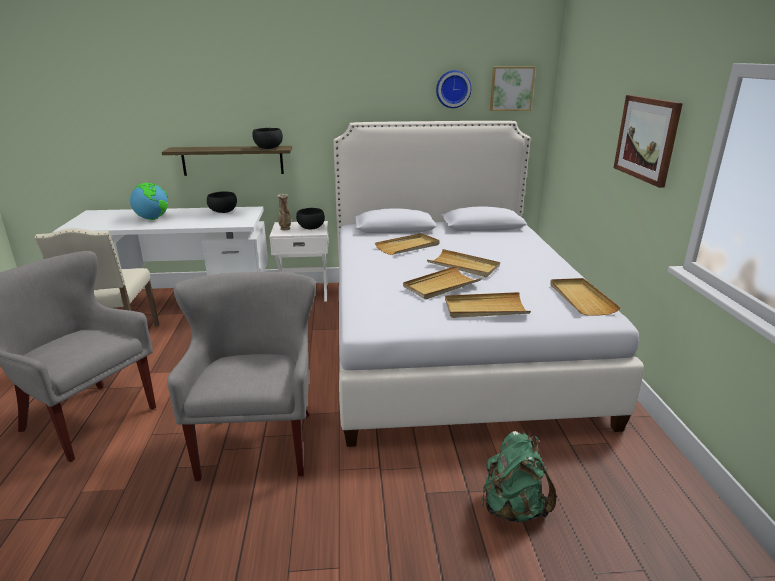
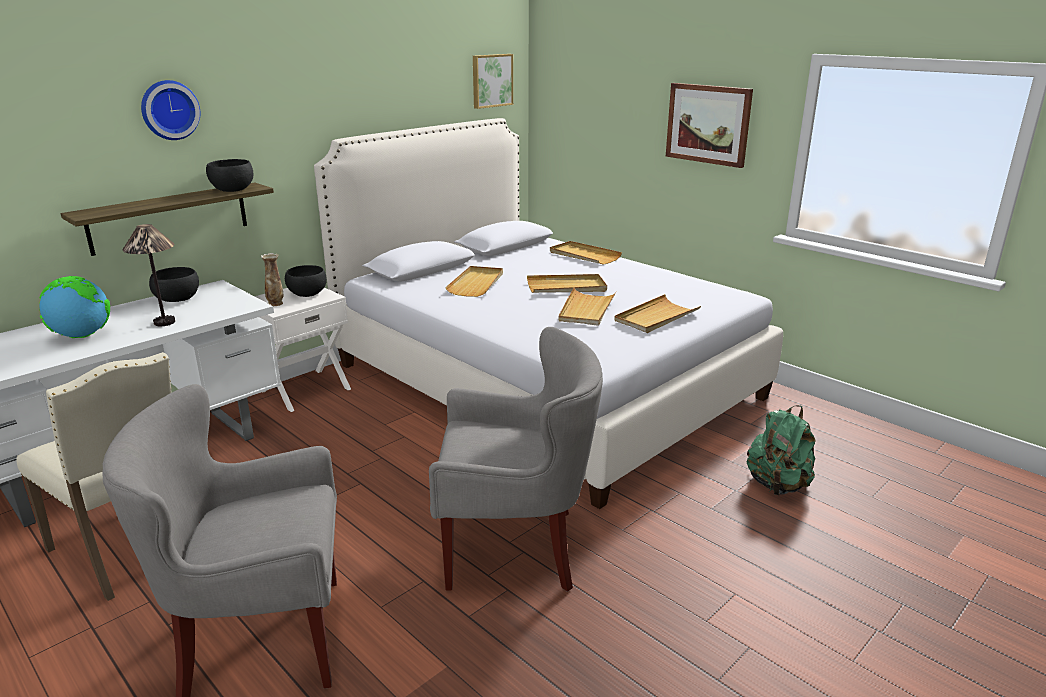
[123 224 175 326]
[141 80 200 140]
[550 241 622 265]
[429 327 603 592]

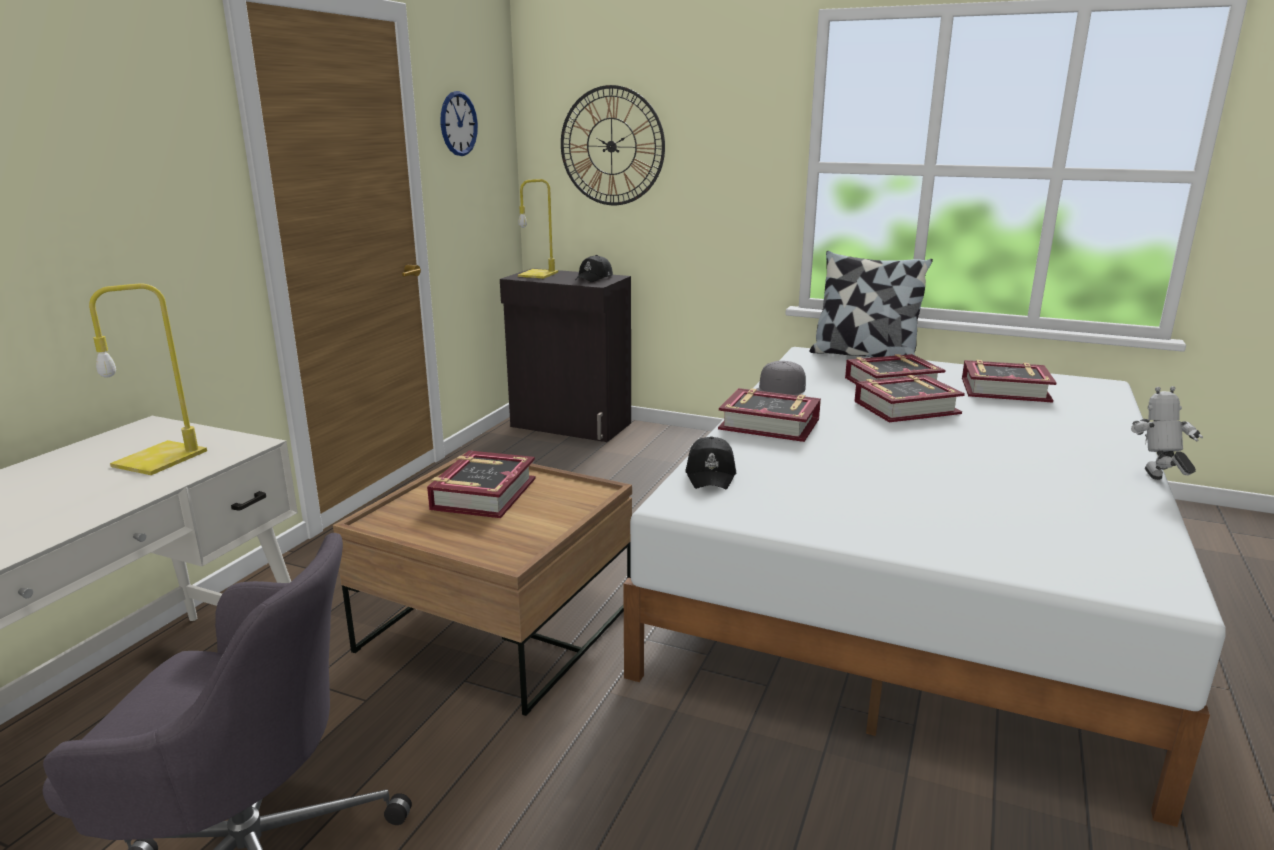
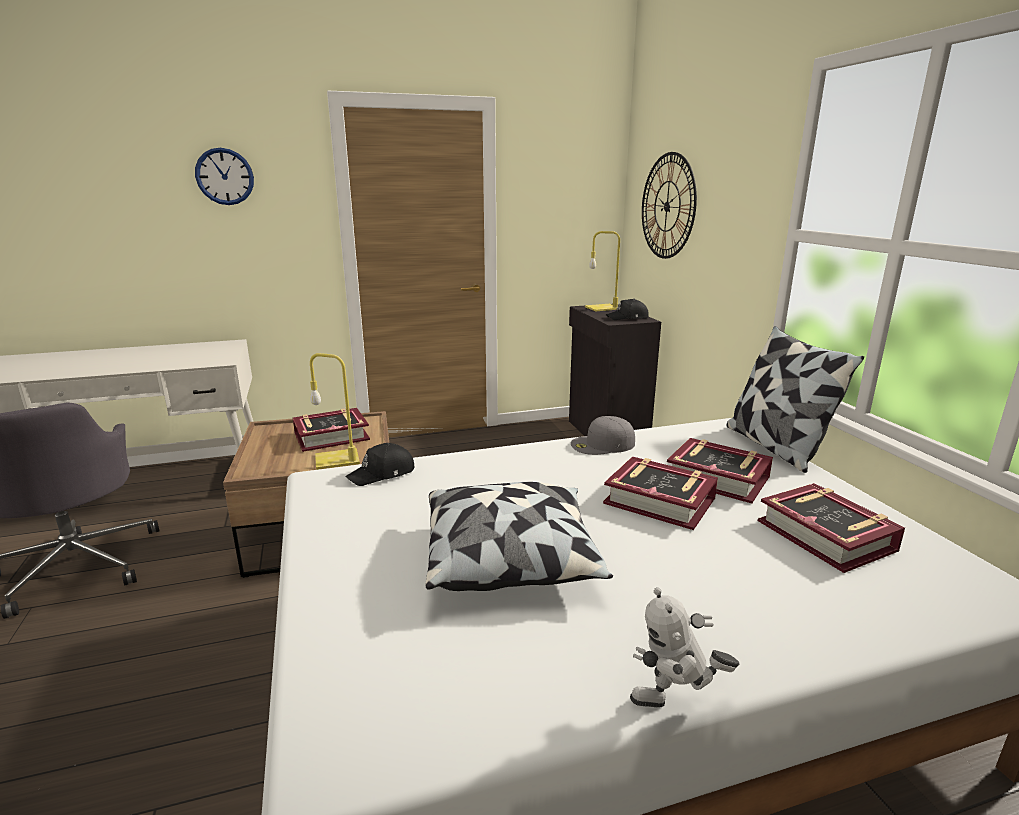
[718 388 821 442] (first image)
[425 482 613 591]
[310 353 360 470]
[195 148 254 205]
[630 588 739 708]

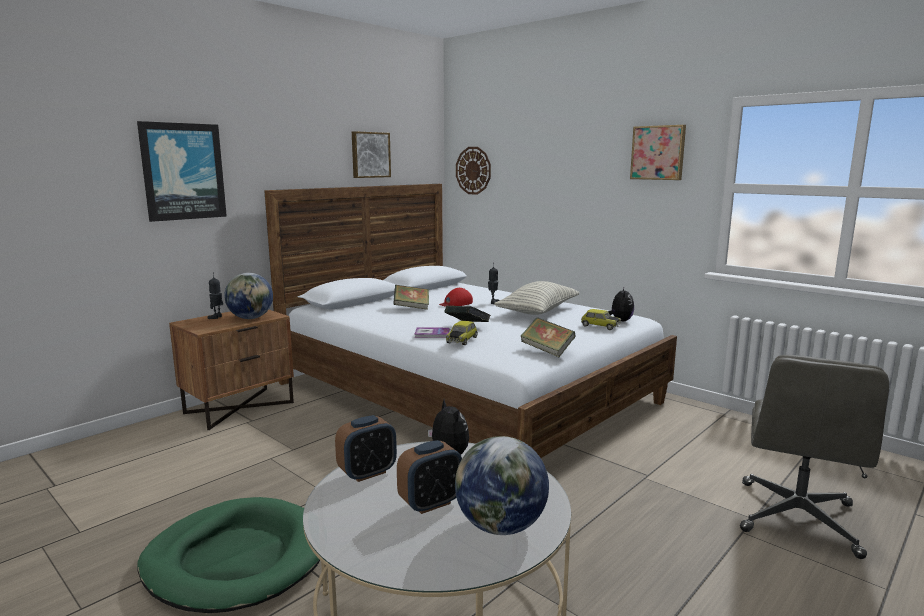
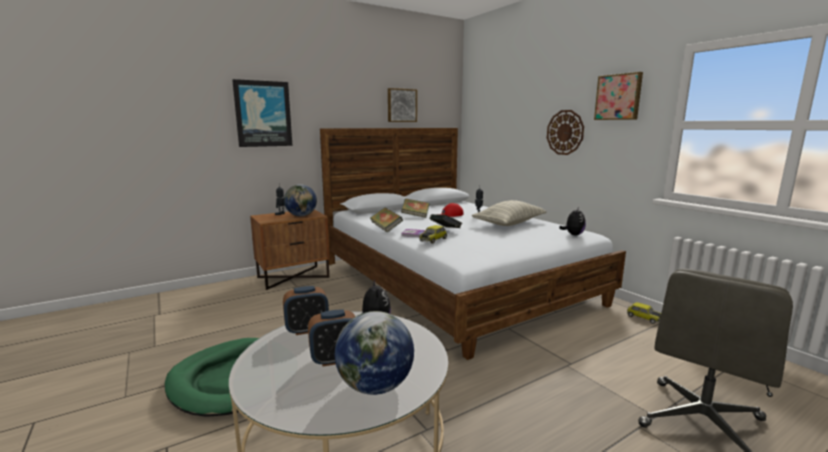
[547 110 584 155]
[370 207 403 233]
[627 302 661 324]

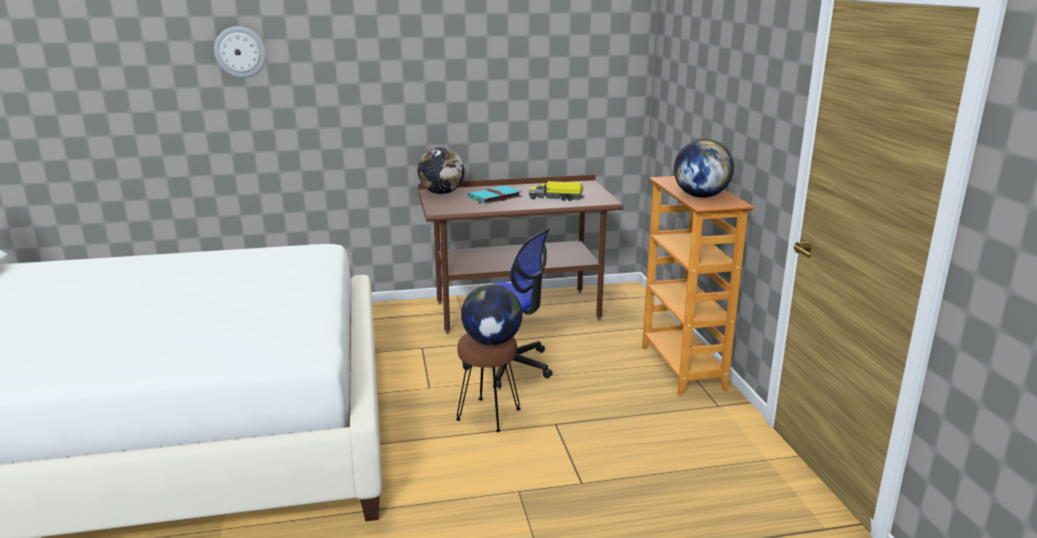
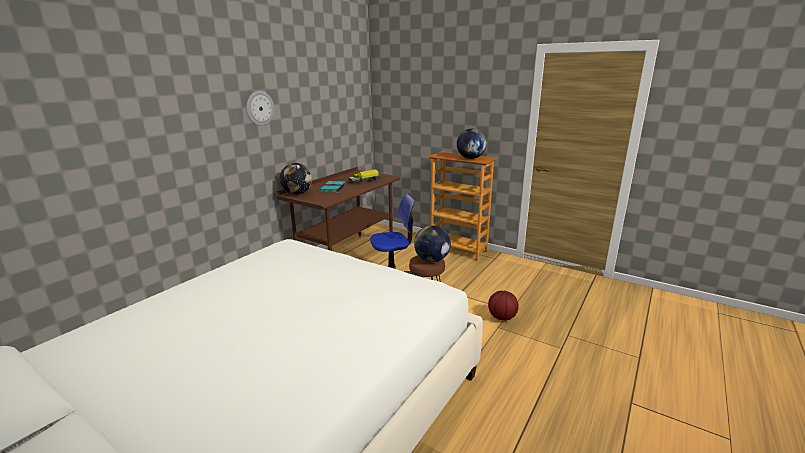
[488 291 519 321]
[246 91 274 126]

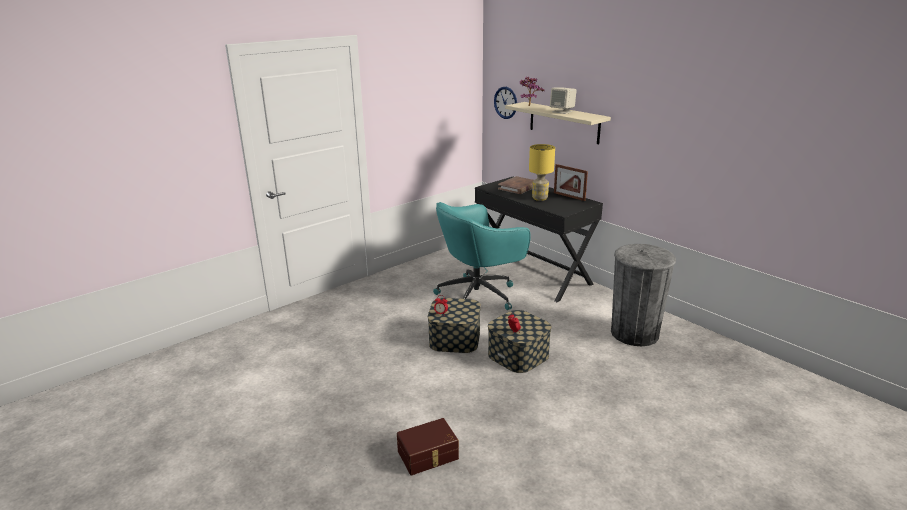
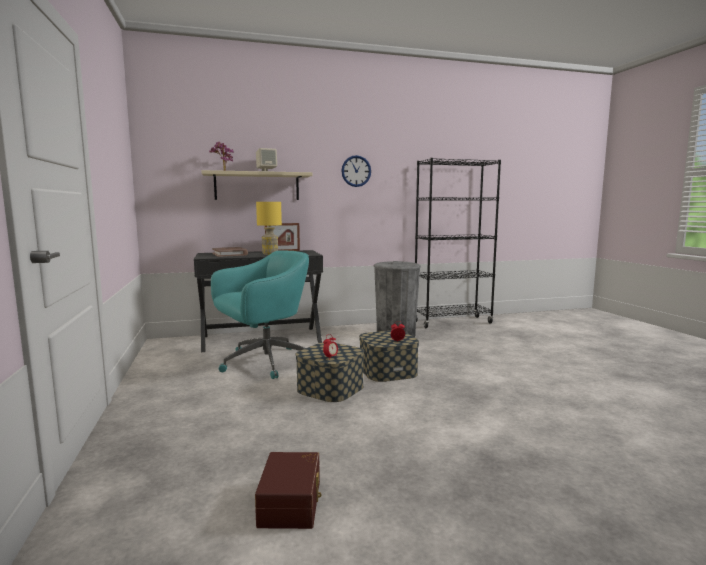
[415 158 501 328]
[255 452 322 529]
[341 155 371 187]
[211 250 309 379]

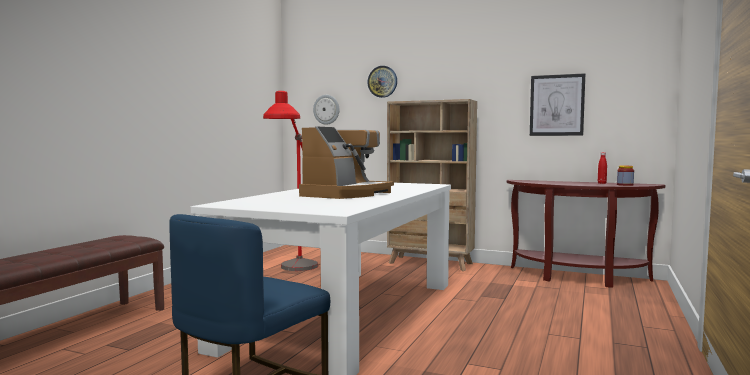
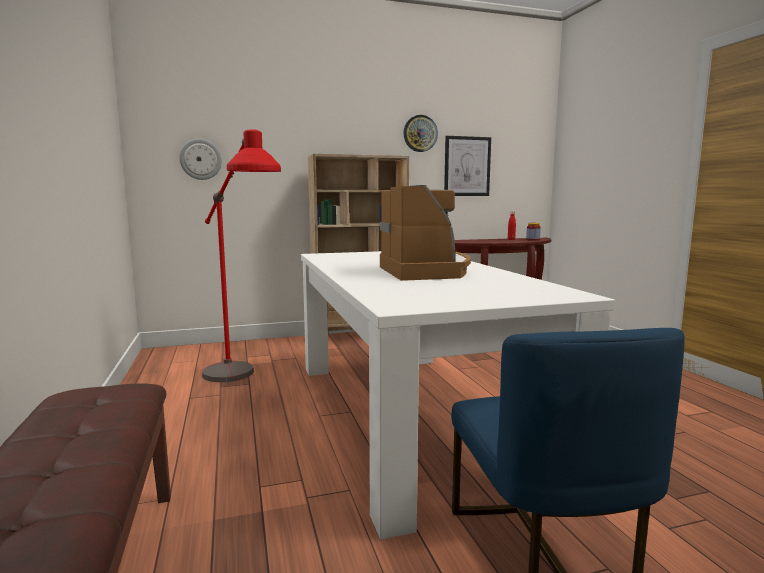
[404 115 438 152]

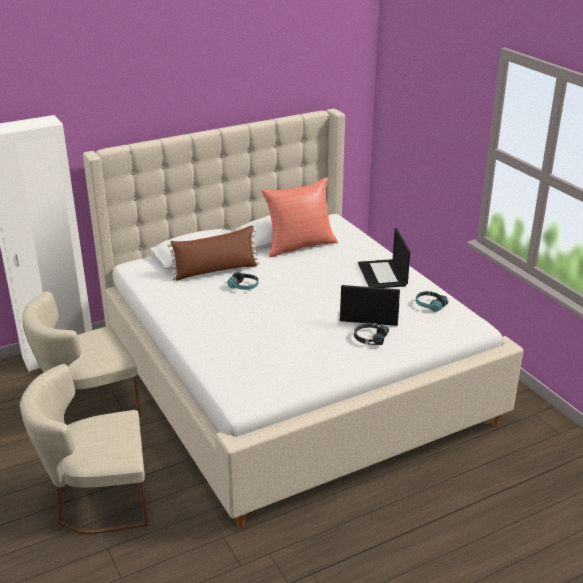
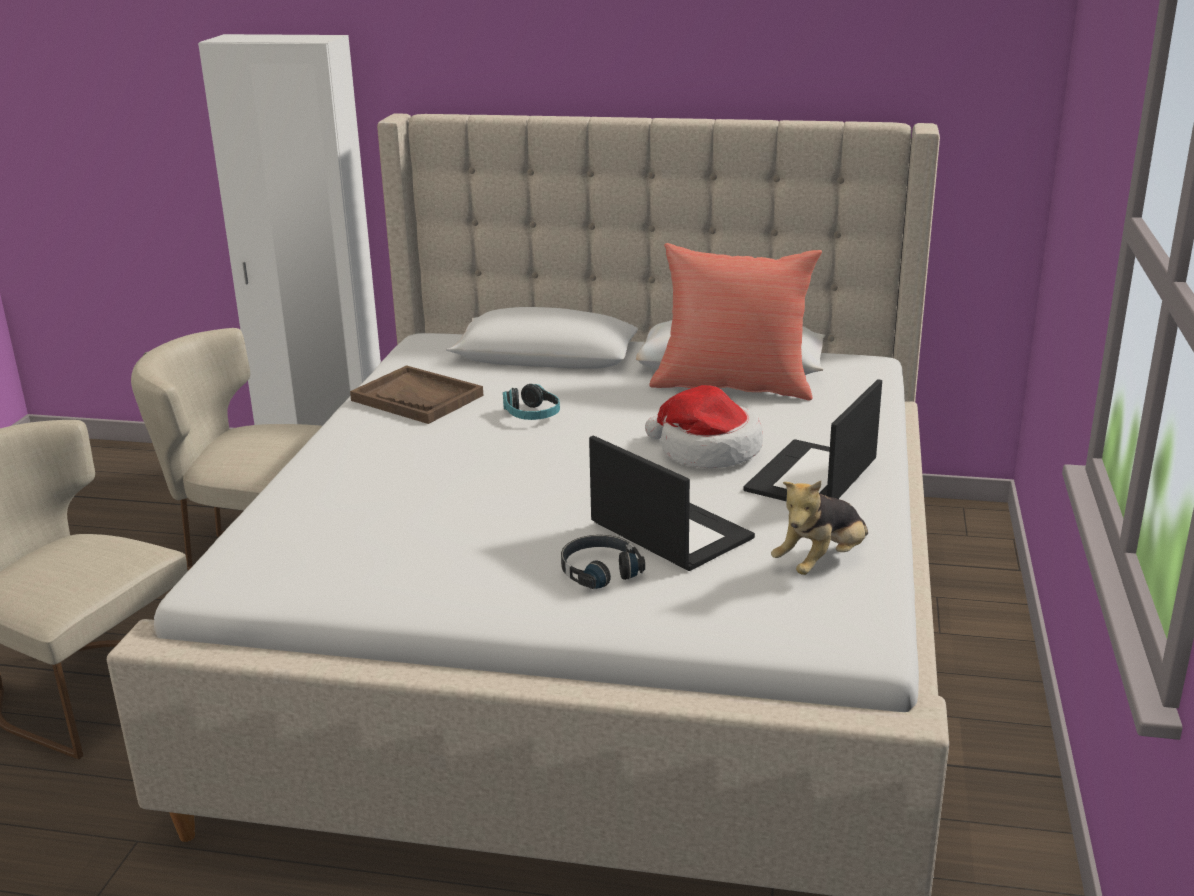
[167 225 260 281] (first image)
[350 365 483 424]
[645 385 763 468]
[771 481 868 575]

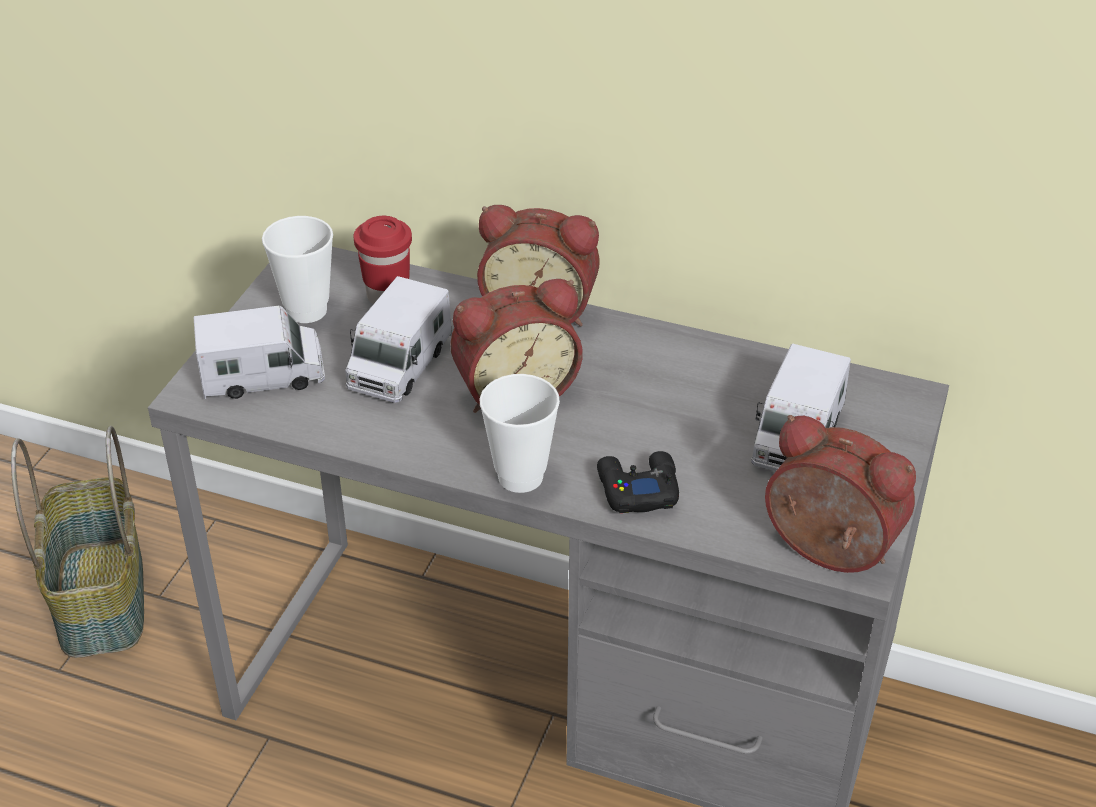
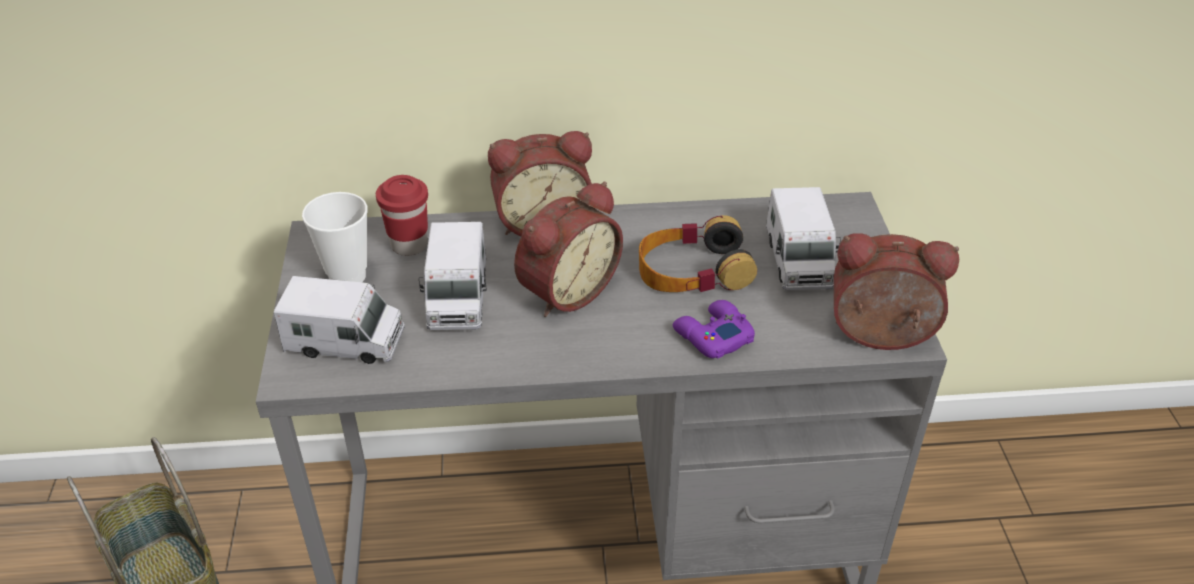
[480 374 560 493] (first image)
[639 215 757 292]
[673 300 755 359]
[274 276 405 364]

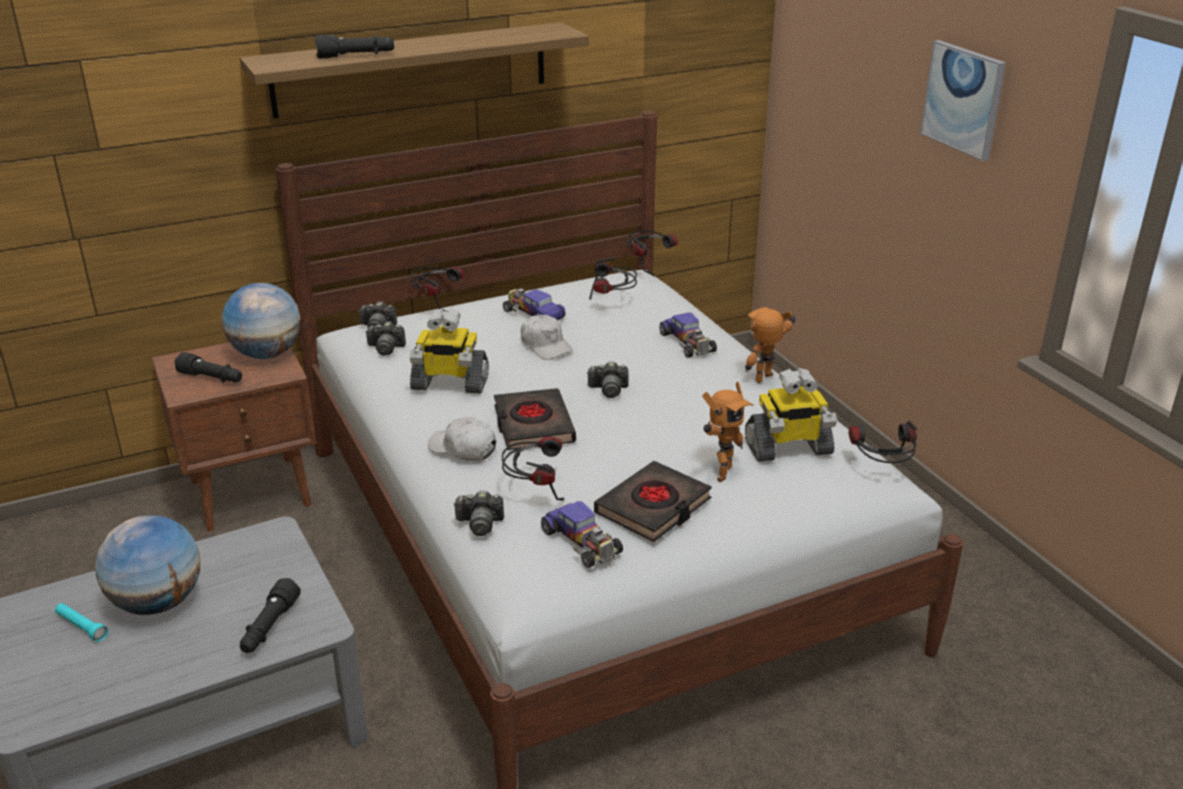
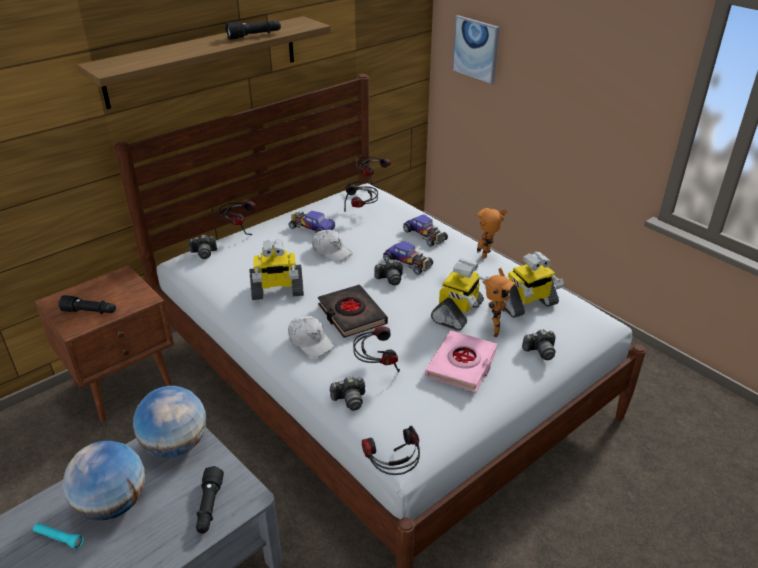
[431 258 489 331]
[133 386 206 458]
[225 20 281 40]
[522 329 556 360]
[383 241 433 275]
[362 426 420 475]
[452 15 500 84]
[425 330 498 392]
[288 316 335 358]

